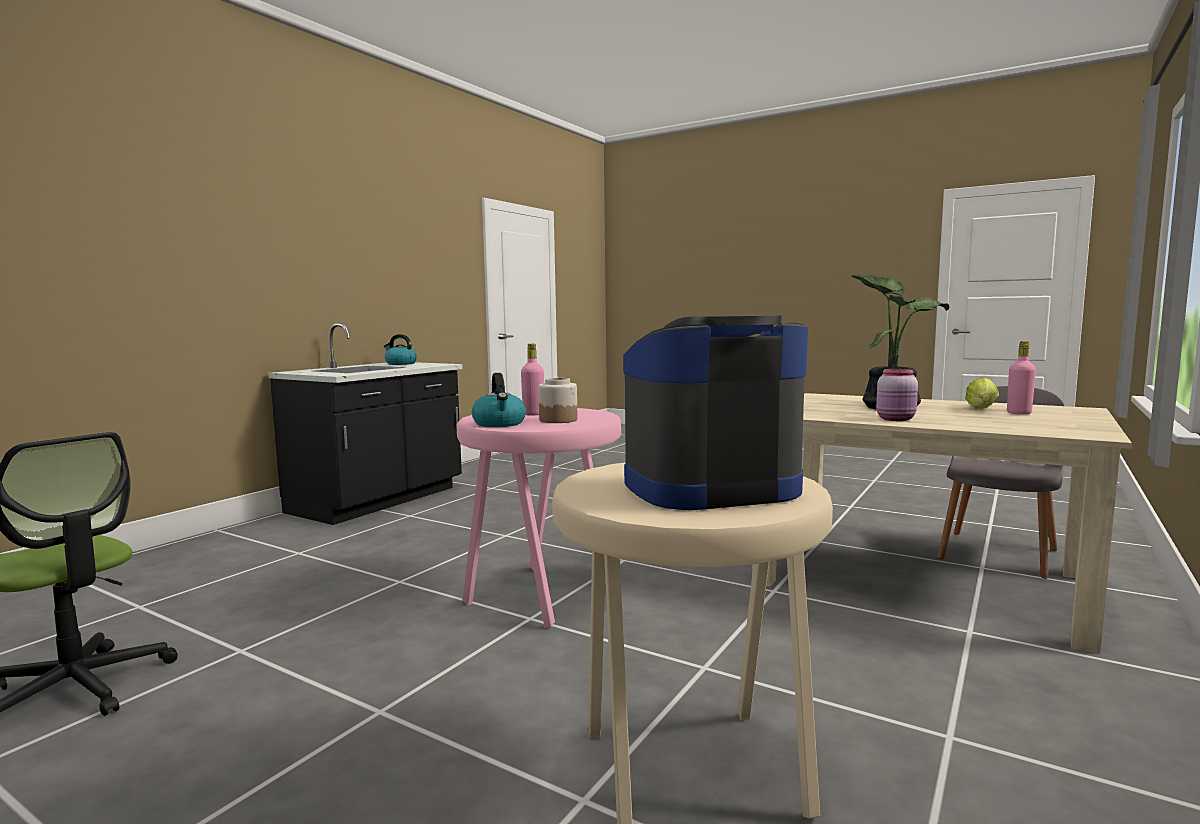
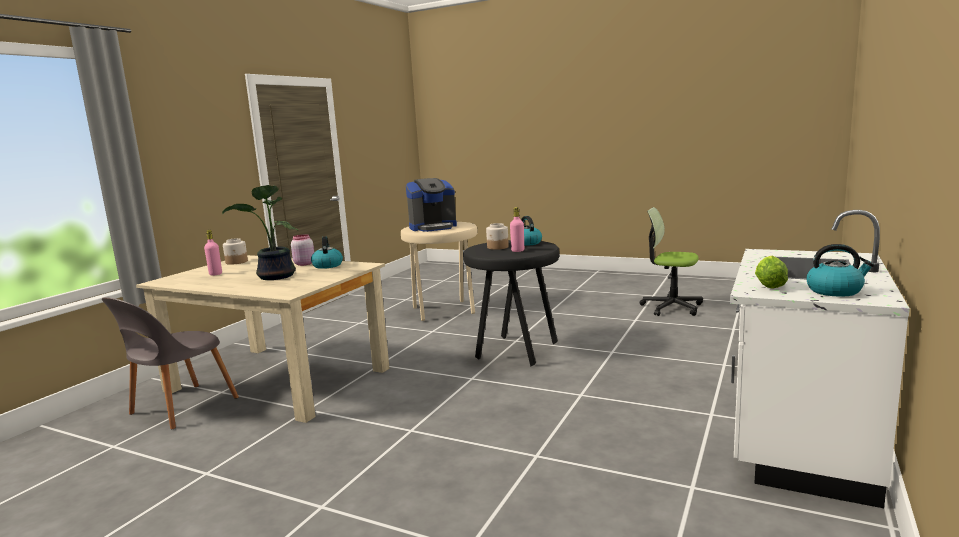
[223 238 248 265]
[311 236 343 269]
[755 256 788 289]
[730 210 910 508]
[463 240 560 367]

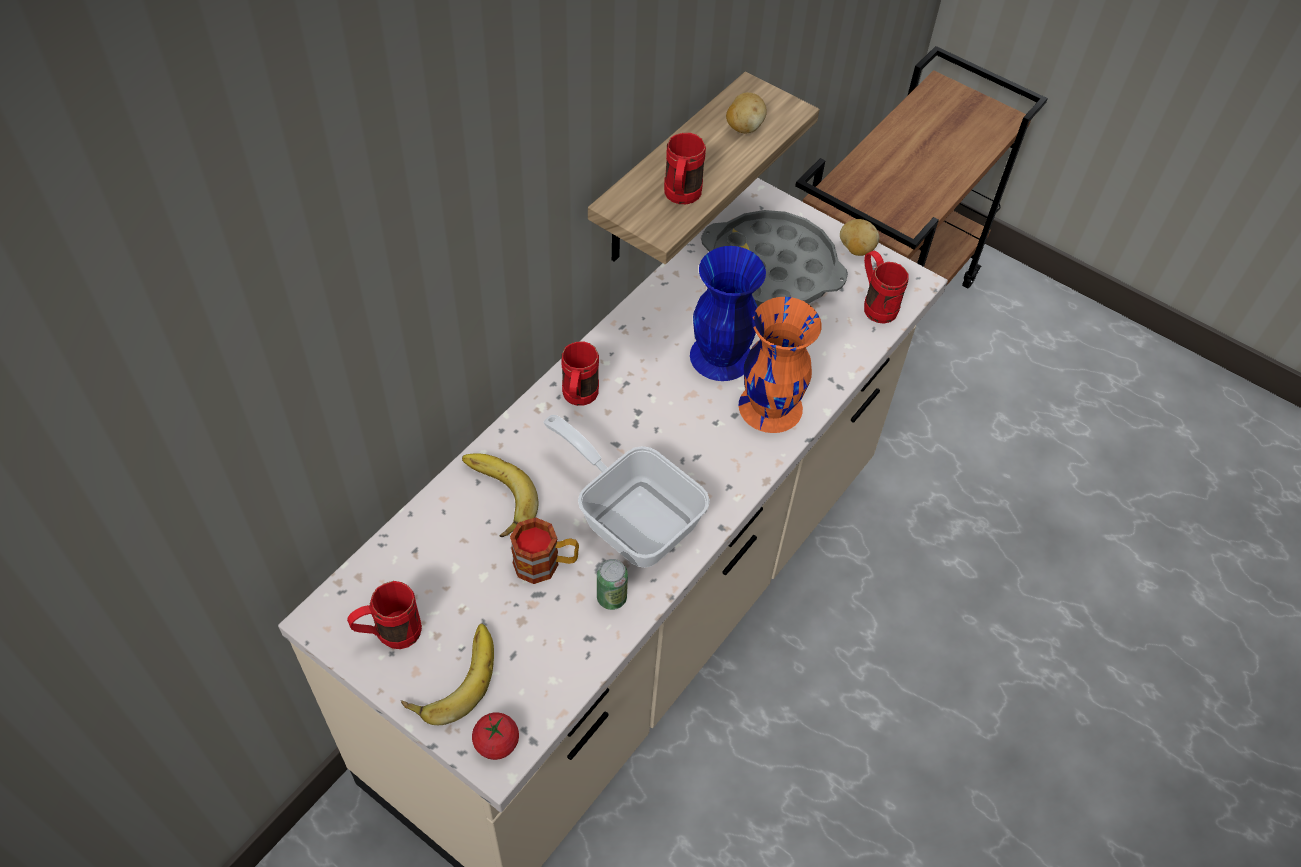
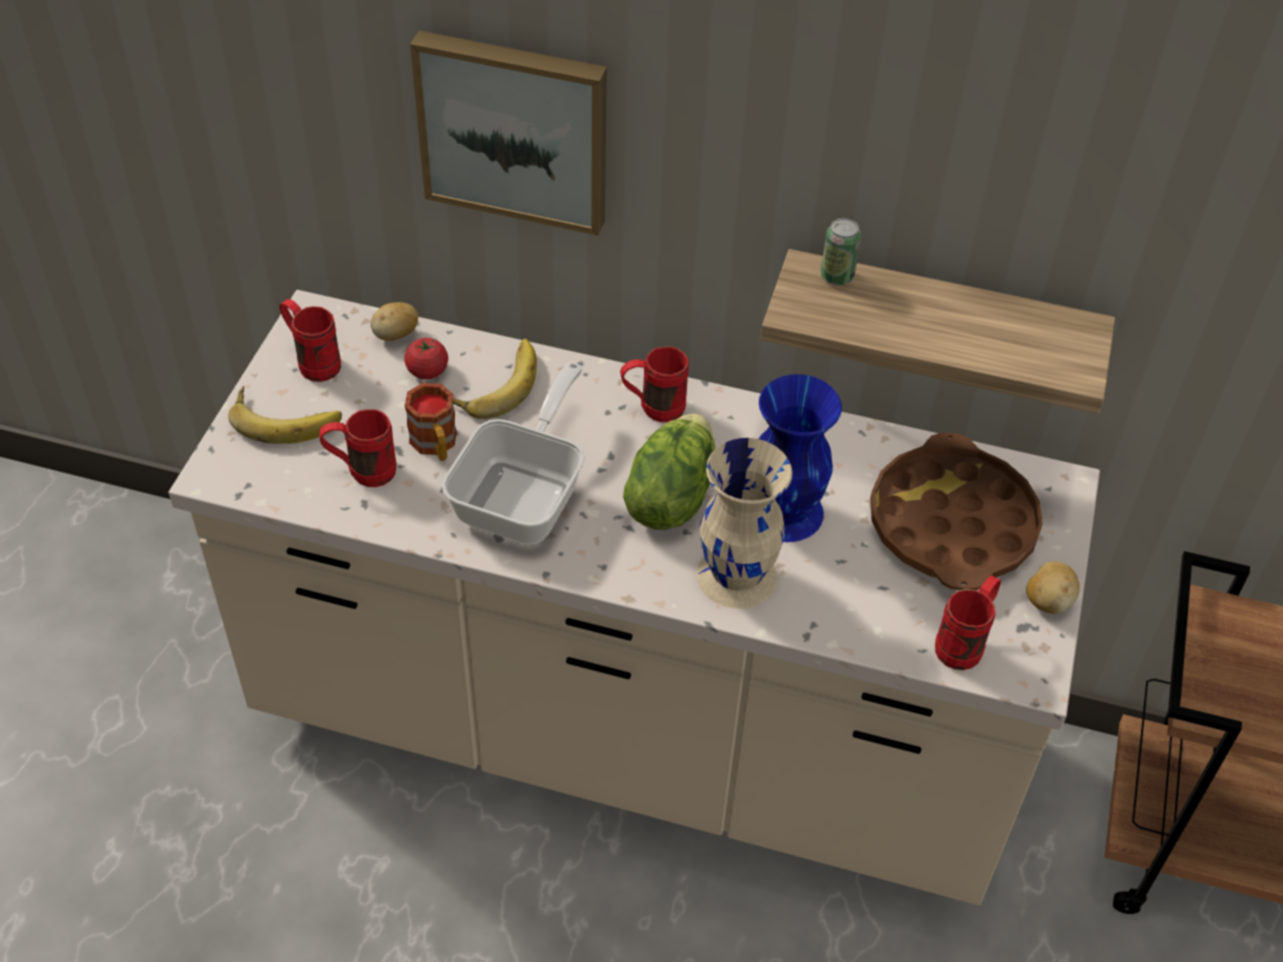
[410 31 607 236]
[623 413 716 530]
[404 338 448 379]
[821 218 861 285]
[319 409 397 487]
[370 302 418 341]
[870 433 1043 590]
[697 438 792 609]

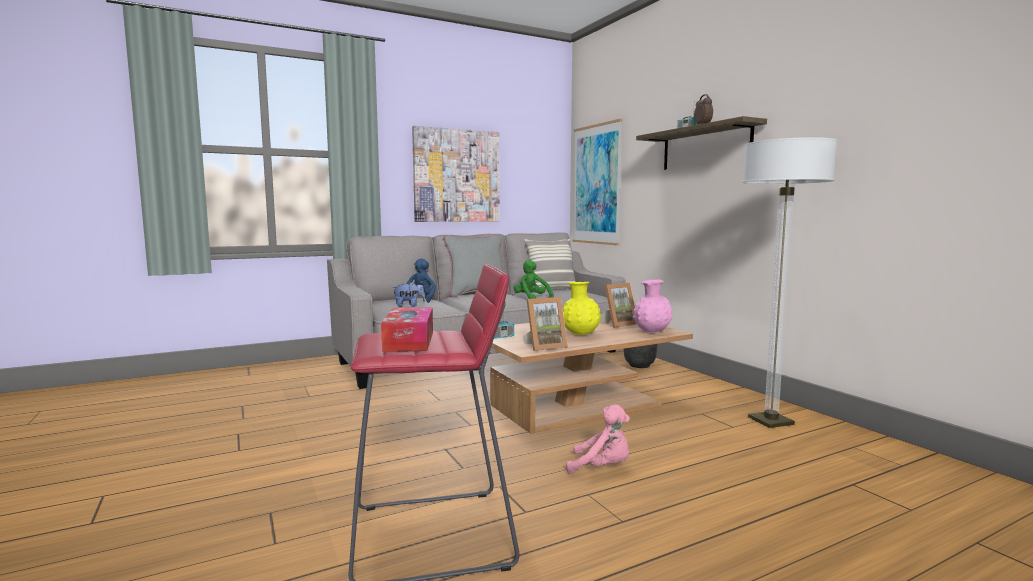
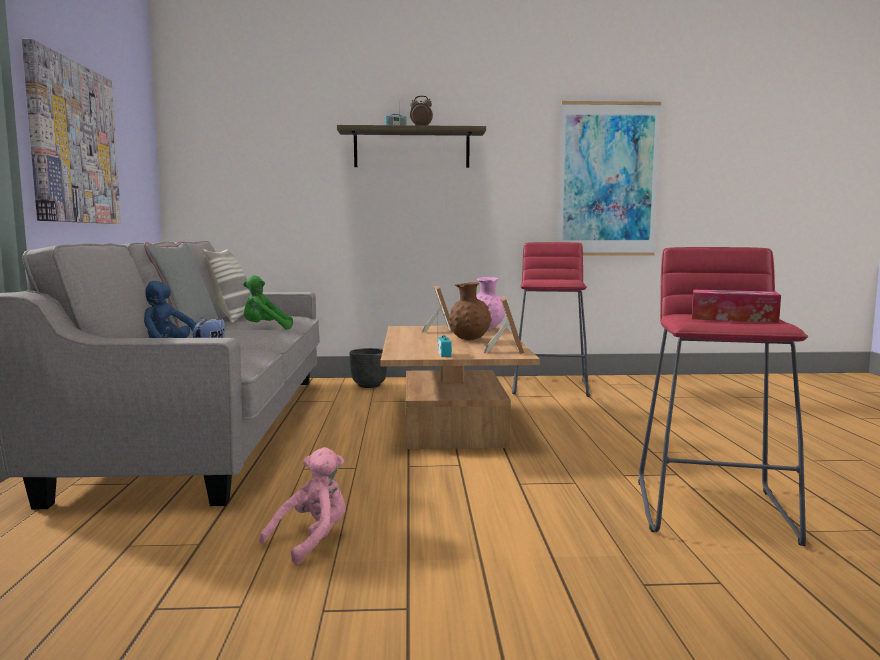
[259 447 346 565]
[558 101 661 256]
[512 242 590 397]
[448 282 492 341]

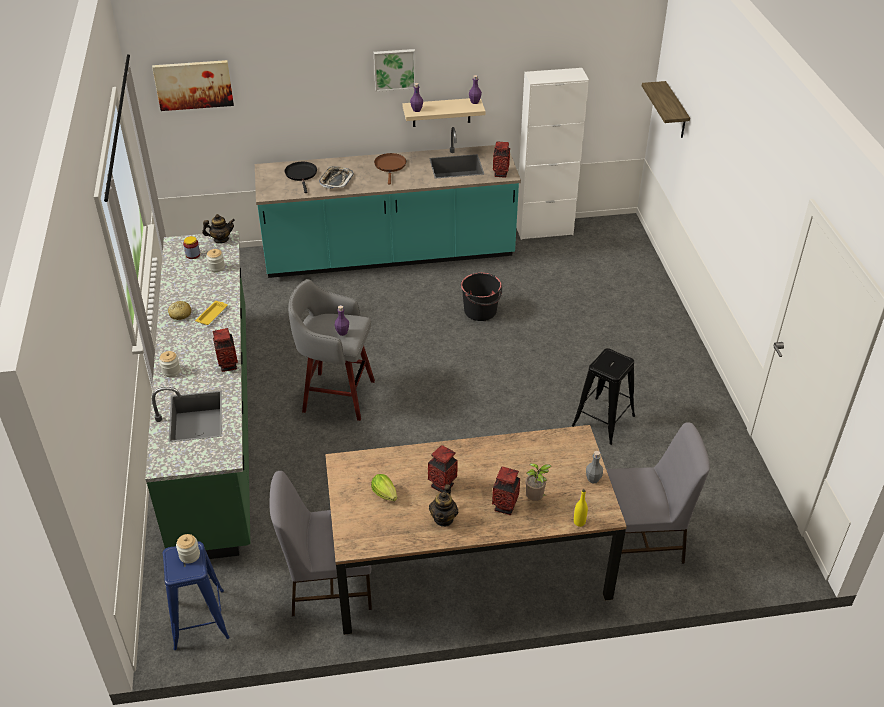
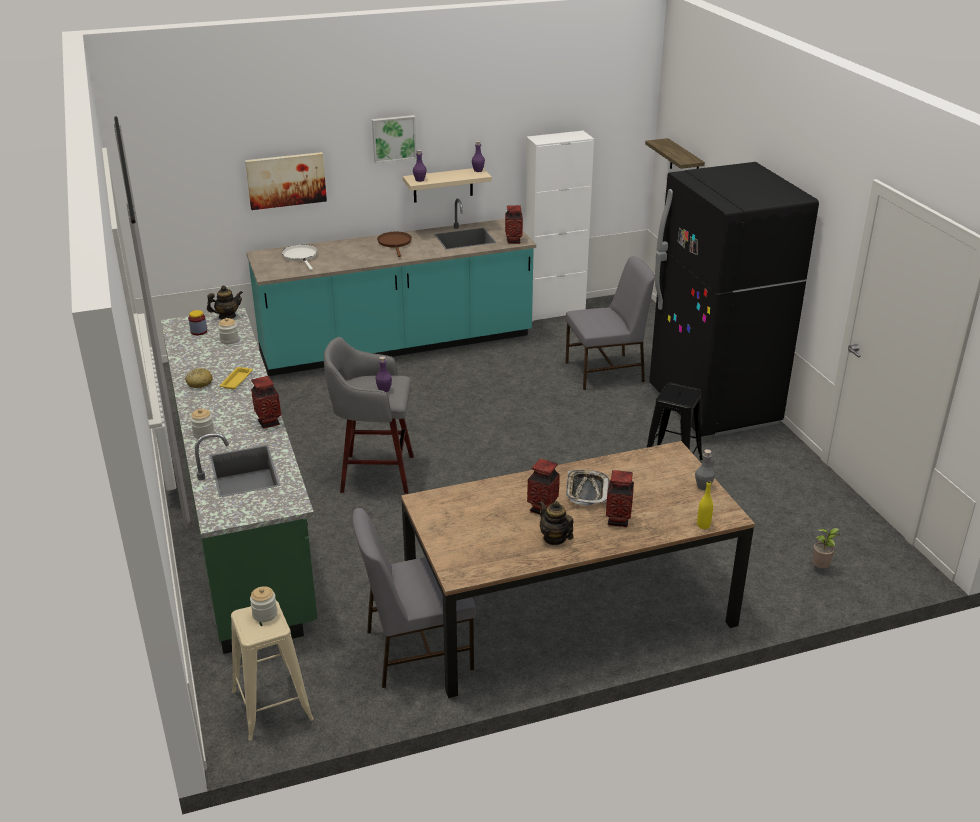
[371 474 397 501] (first image)
[461 273 502 321] (first image)
[649 162 819 437]
[245 152 327 210]
[566 469 609 506]
[812 528 840 568]
[565 256 655 390]
[231 601 314 741]
[282 245 318 270]
[539 501 574 545]

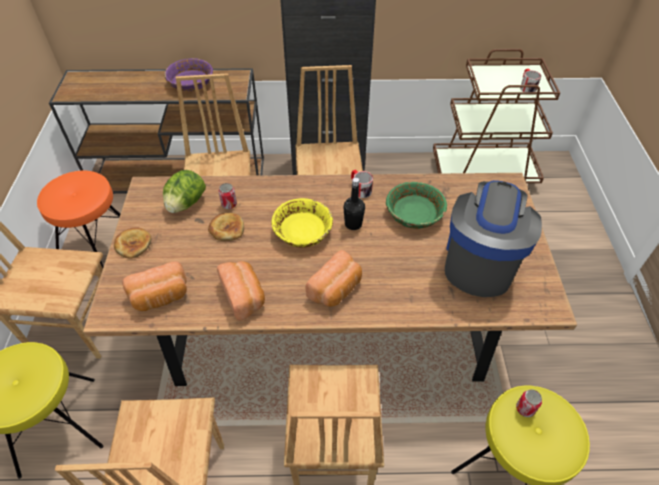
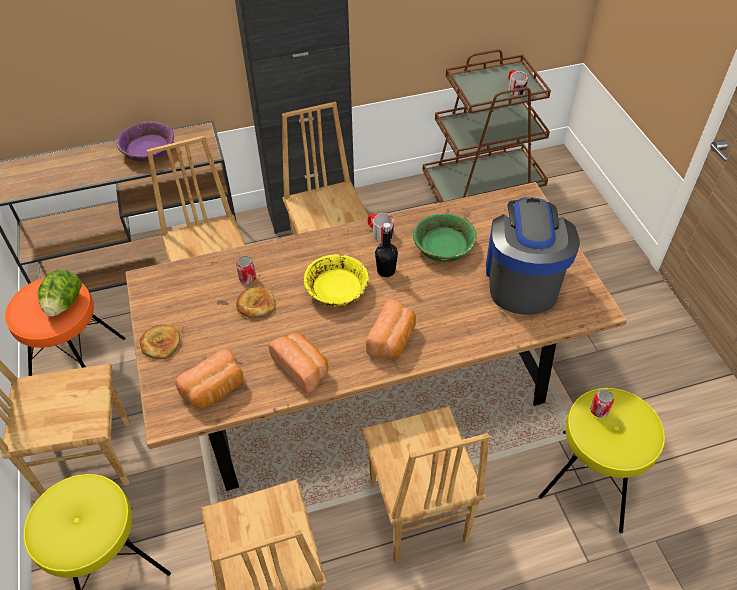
[38 270 82 317]

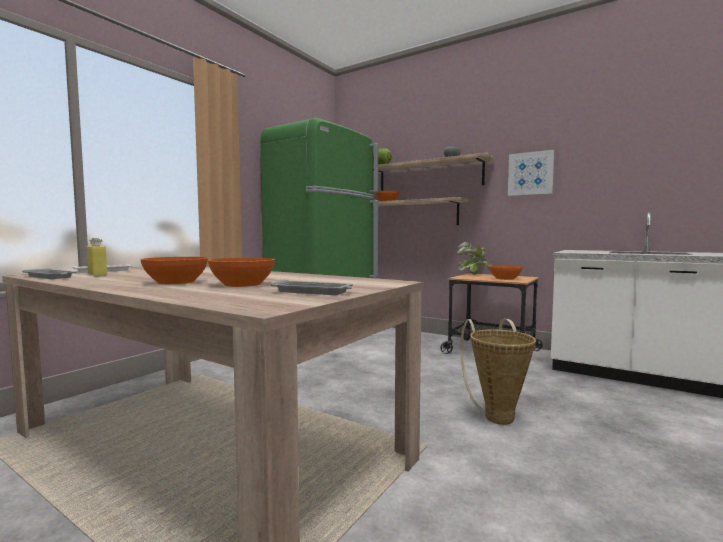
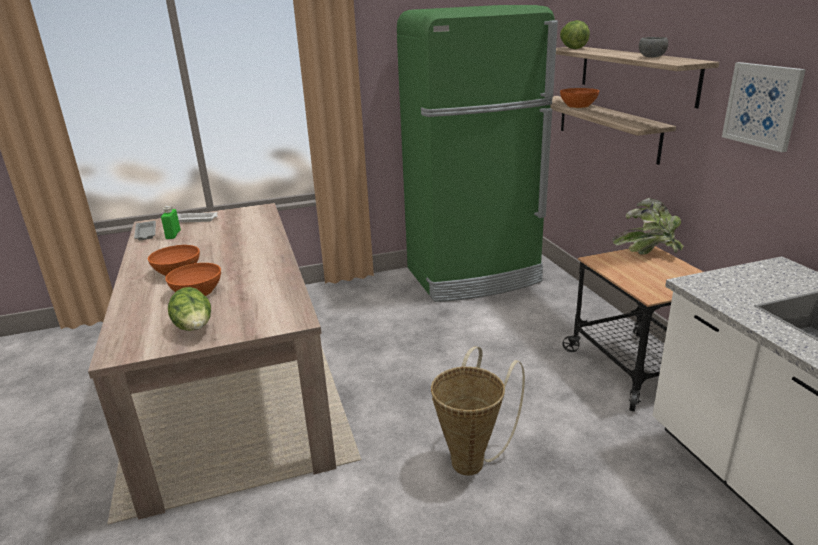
[489 265 522 280] (first image)
[168 287 211 331]
[161 206 181 239]

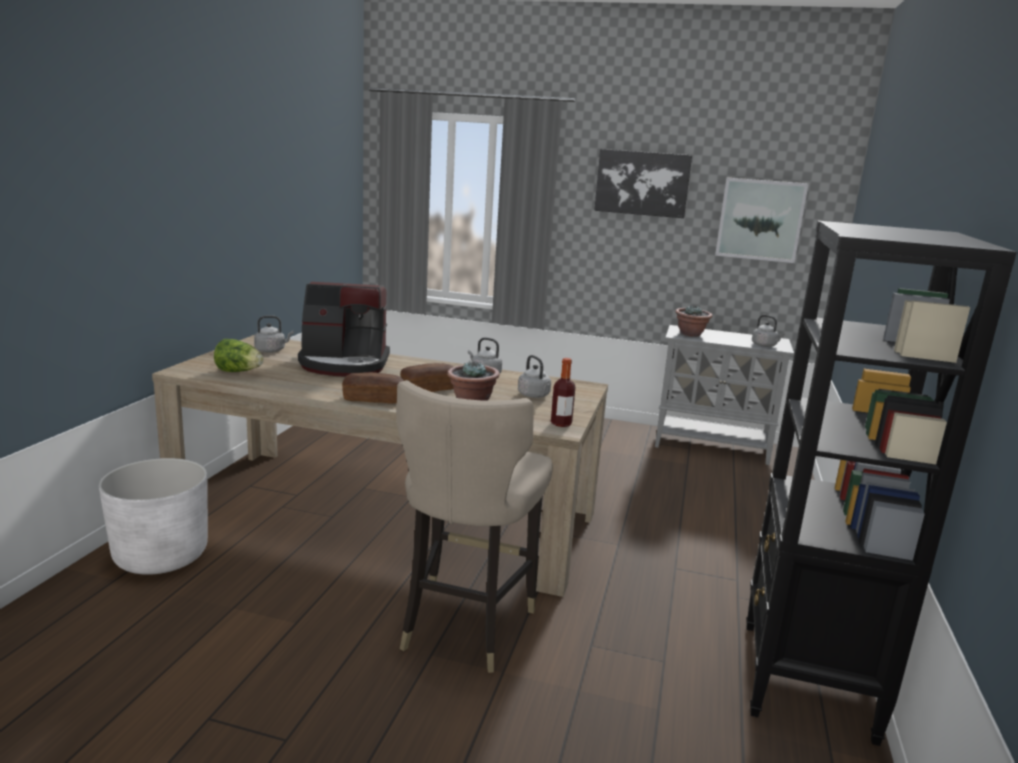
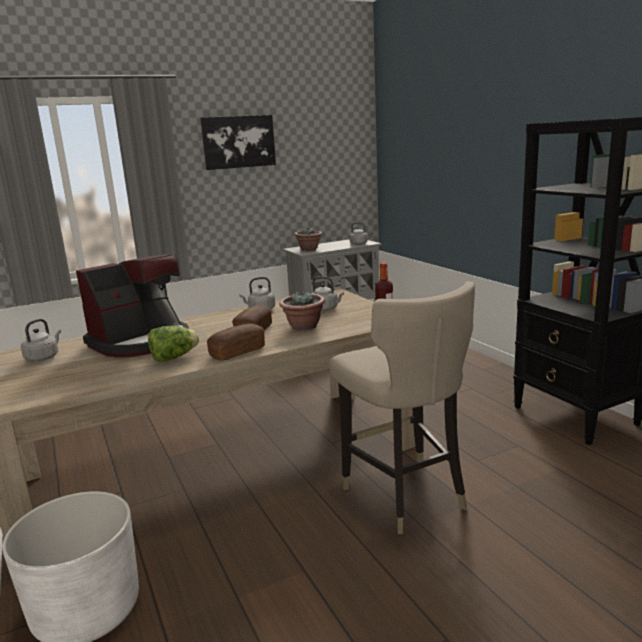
[715 178 809 263] (first image)
[148 326 199 362]

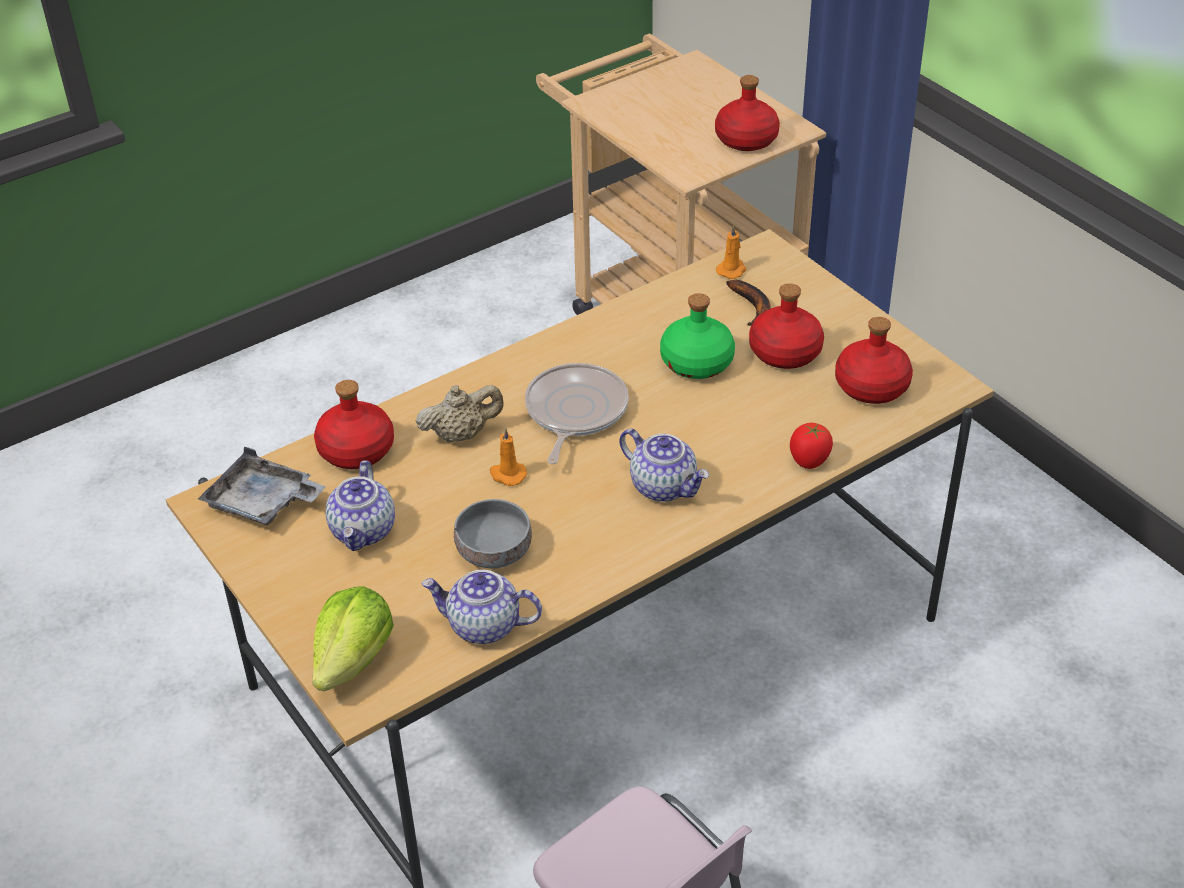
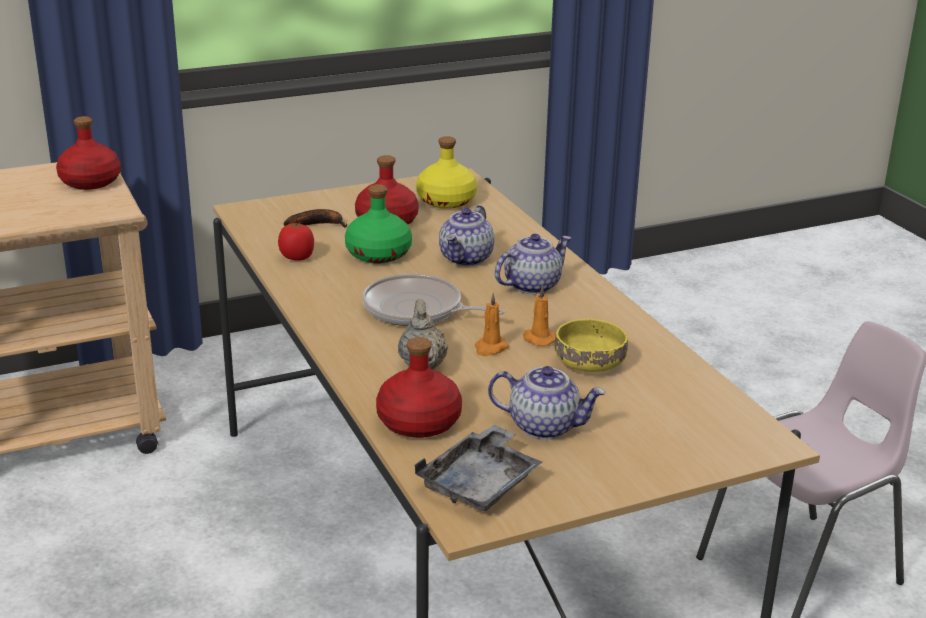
[312 586 394 691] (first image)
[439 205 494 266]
[523 285 556 346]
[278 222 314 261]
[554 319 628 372]
[416 136 477 209]

